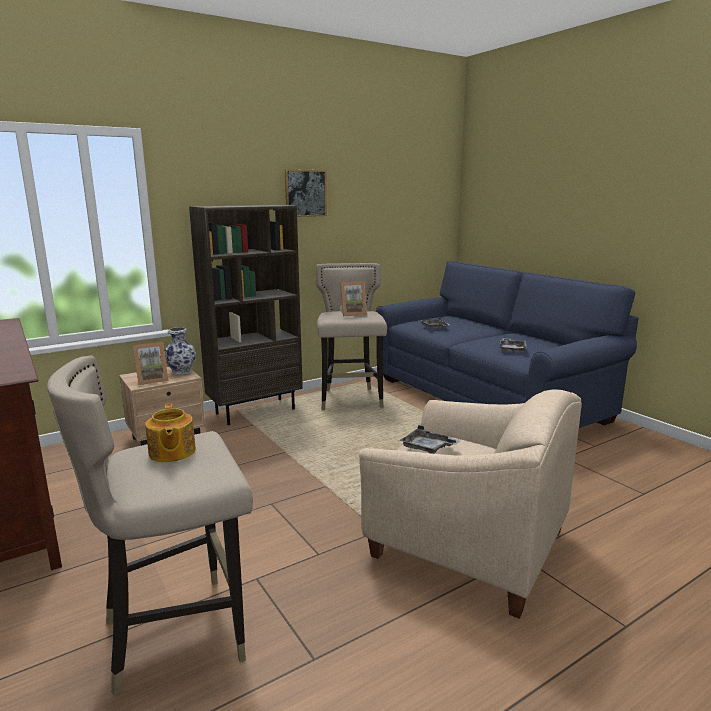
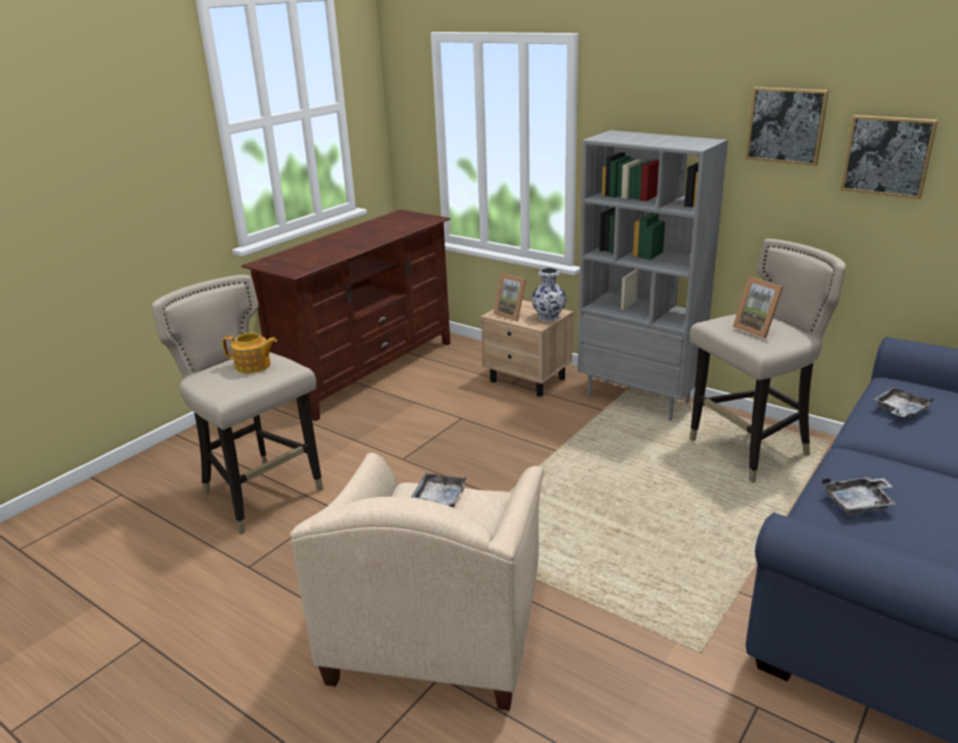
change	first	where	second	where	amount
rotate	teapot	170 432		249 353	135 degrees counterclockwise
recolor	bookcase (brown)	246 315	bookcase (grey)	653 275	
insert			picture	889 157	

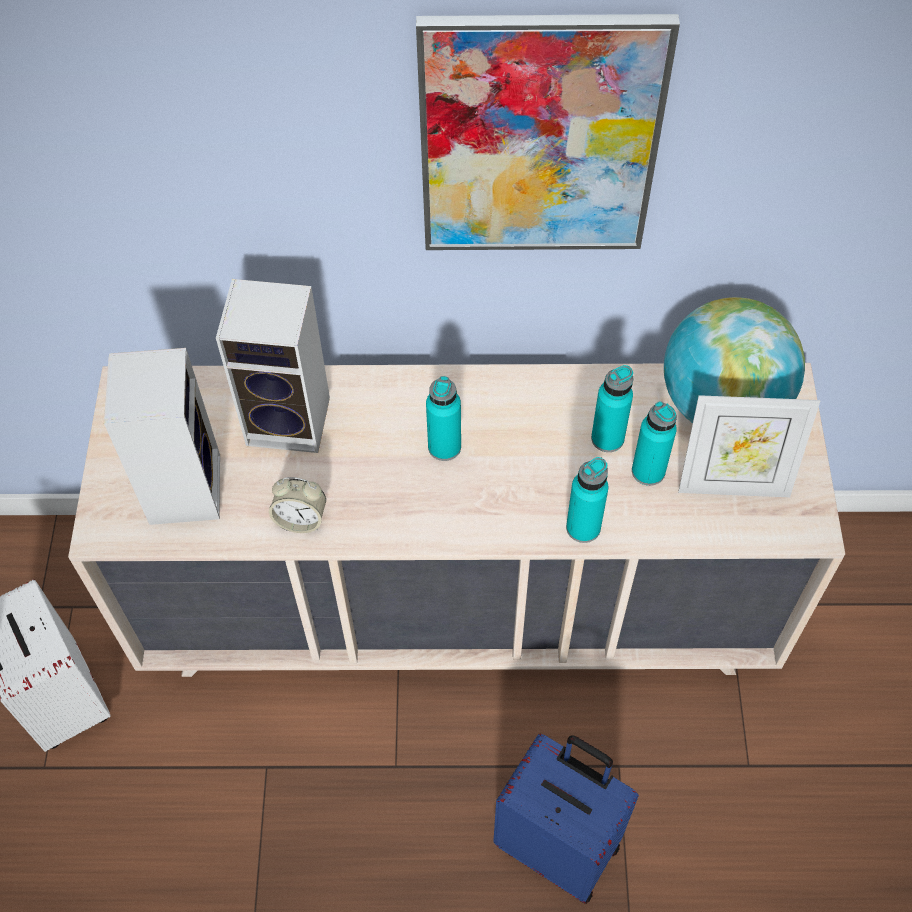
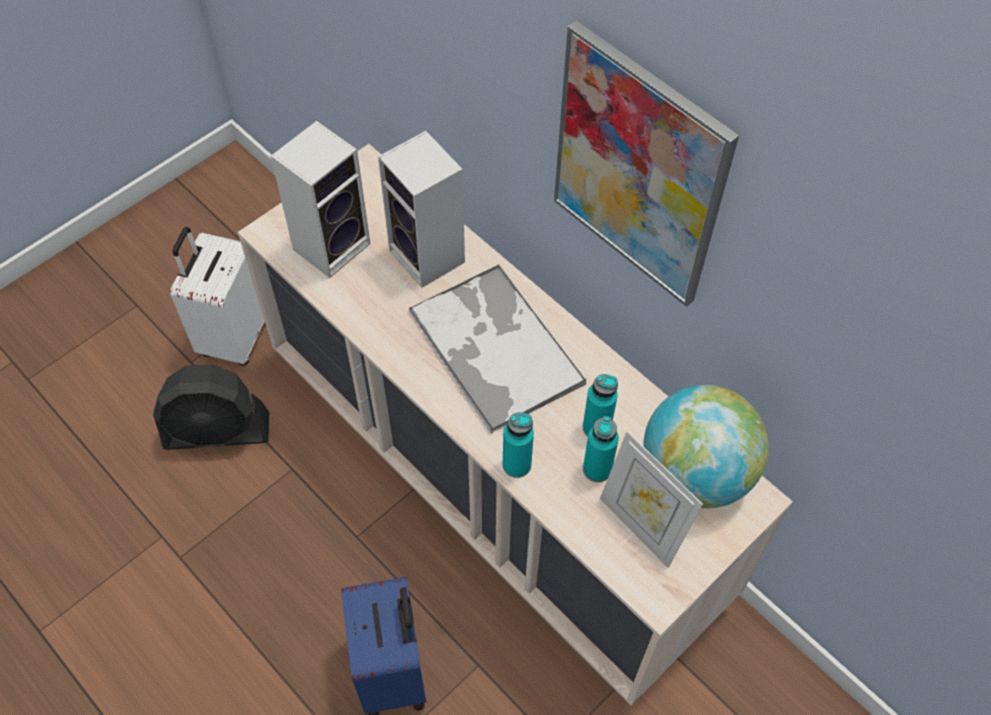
change	first	where	second	where	amount
insert			fan (black)	211 407	
replace	bottle (turquoise)	443 418	tray	497 349	
delete	alarm clock	297 505			

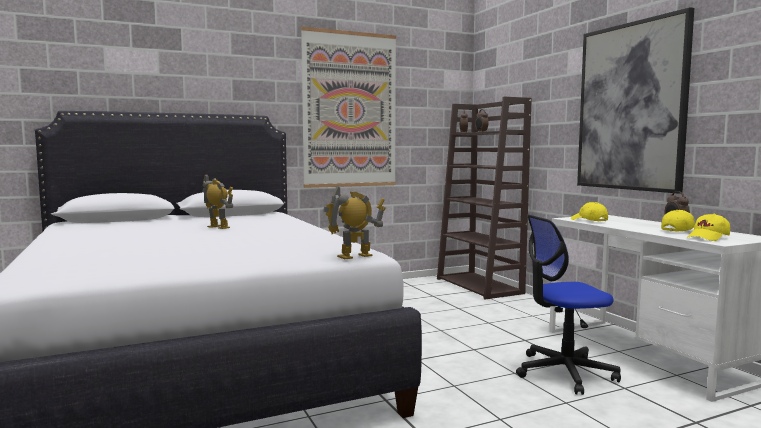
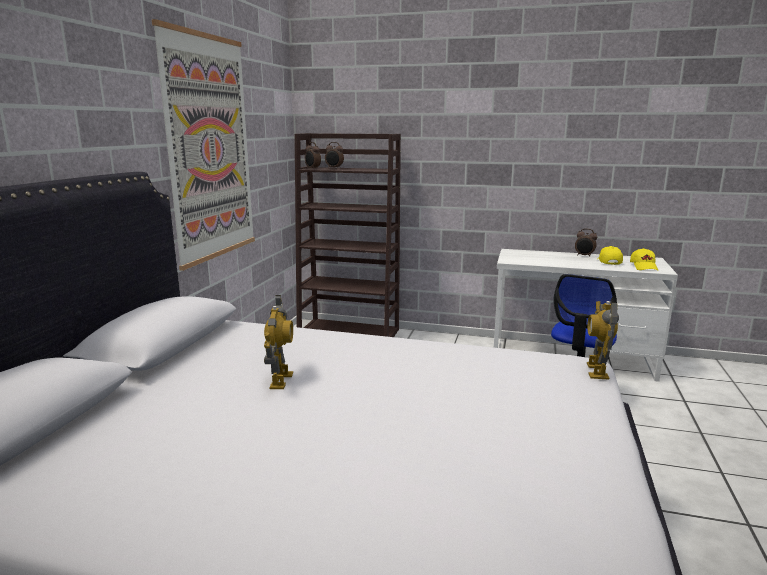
change	first	where	second	where	amount
rotate	toy robot	217 201		278 342	105 degrees clockwise
delete	cap (yellow)	589 211			
delete	picture	635 100			

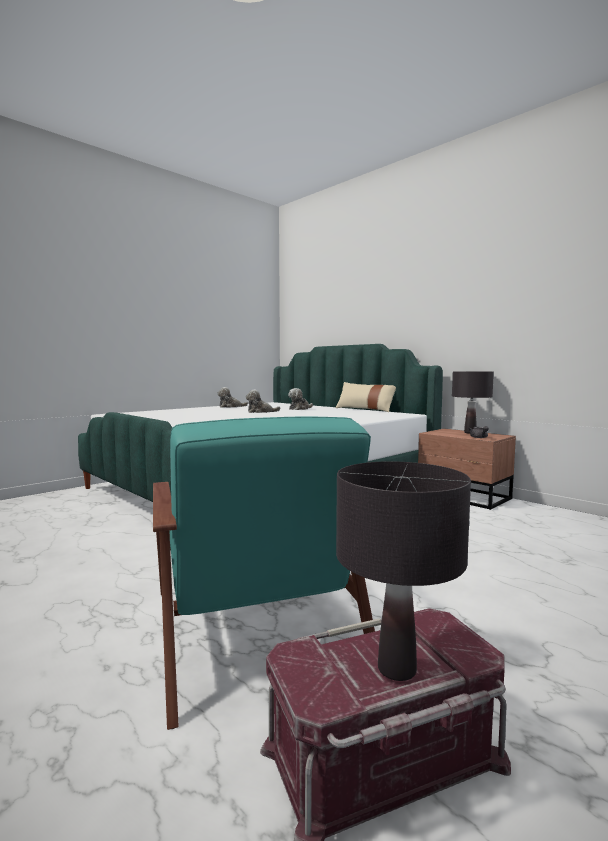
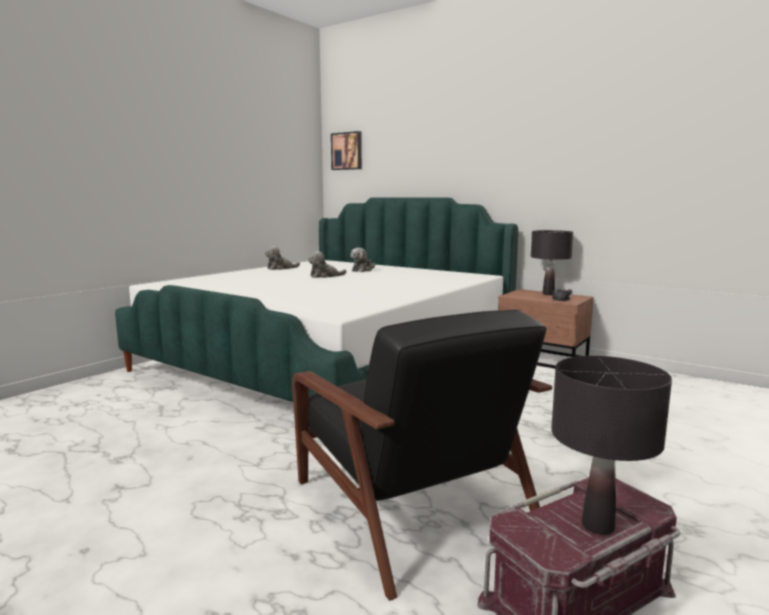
change	first	where	second	where	amount
recolor	armchair (turquoise)	264 573	armchair (black)	422 455	
insert			picture	346 150	
delete	pillow (beige)	366 397			

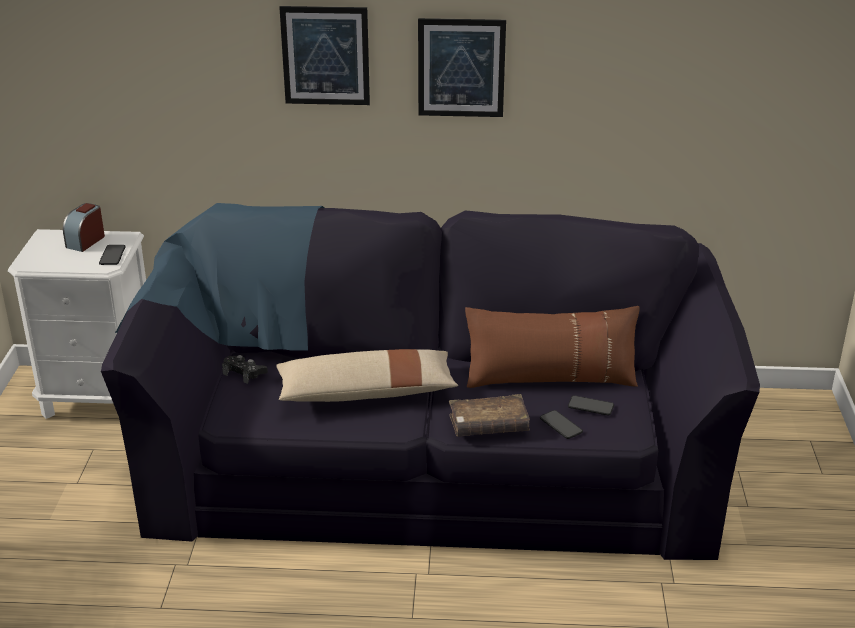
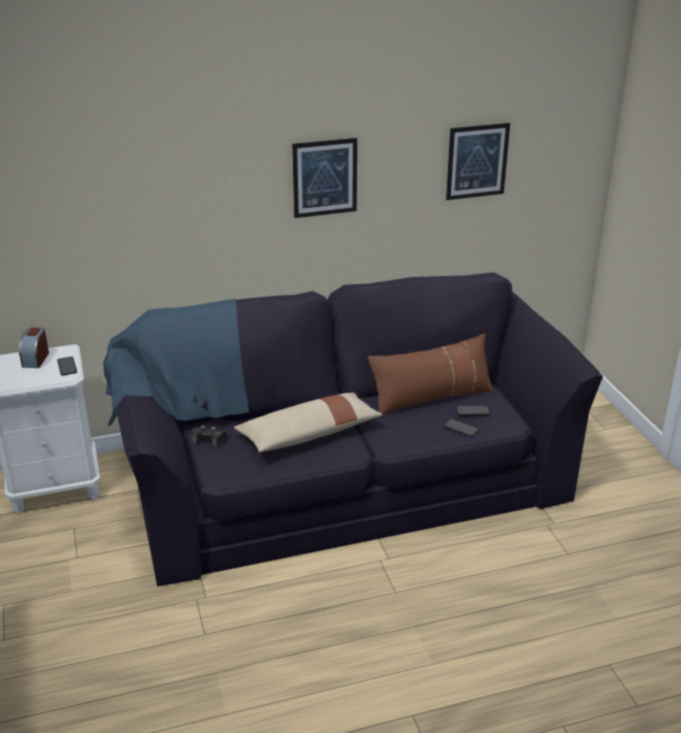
change	first	where	second	where	amount
move	picture	324 55		478 161	
delete	book (brown)	489 415			

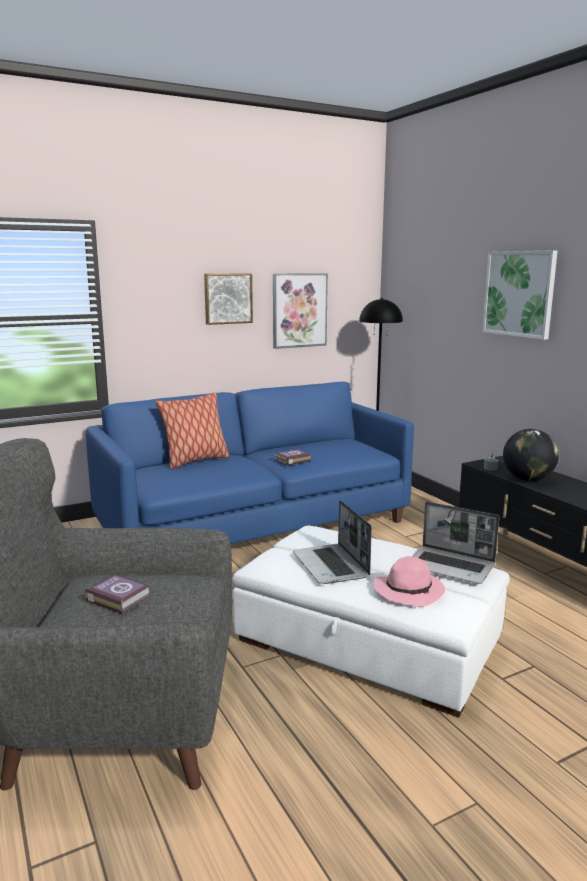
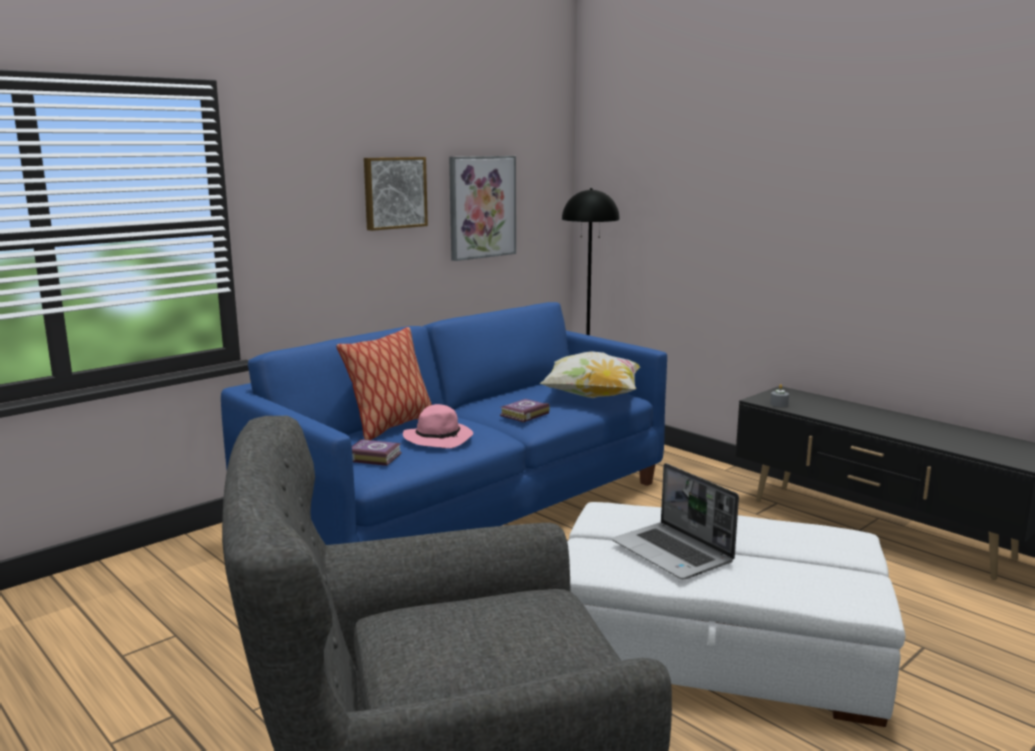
change	first	where	second	where	amount
move	book	118 594		377 452	
move	hat (pink)	409 581		438 426	
insert			pillow	589 374	
delete	laptop	456 543			
delete	picture	520 295			
delete	globe	531 455			

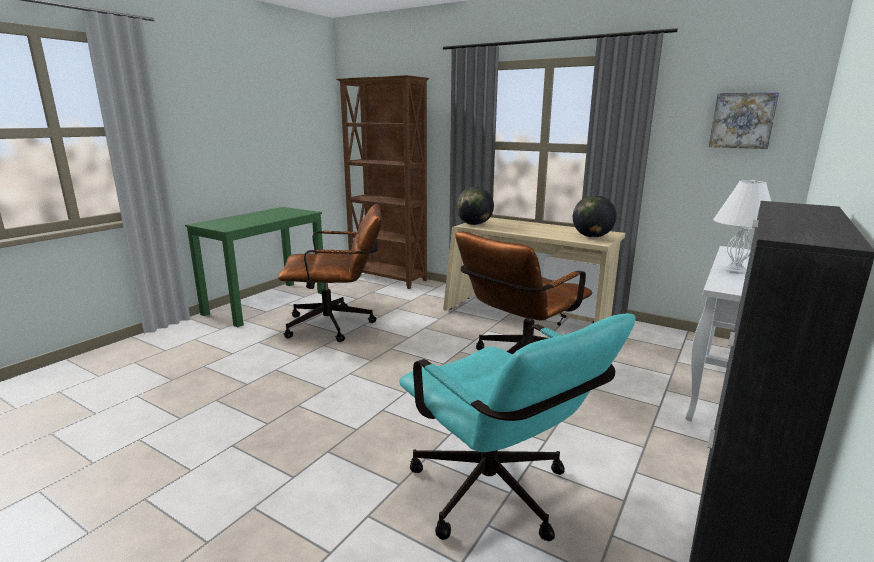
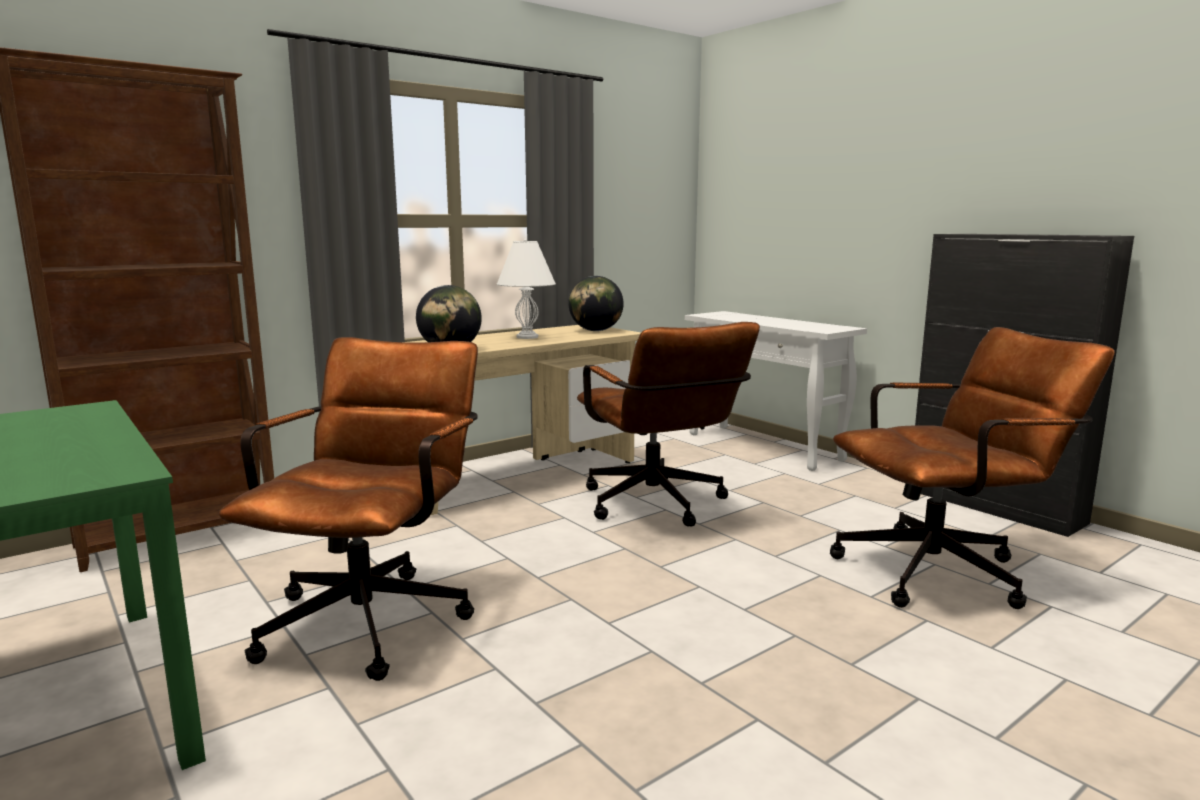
change	first	where	second	where	amount
move	table lamp (white)	742 227		526 289	
recolor	office chair (turquoise)	517 427	office chair (brown)	972 468	
delete	picture	744 120			

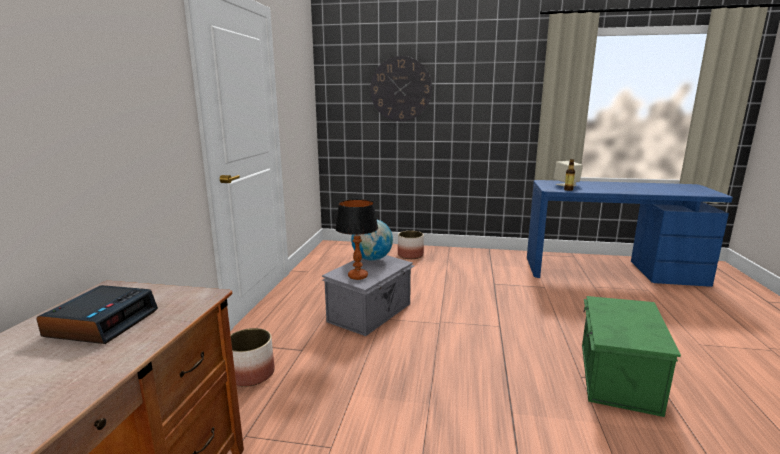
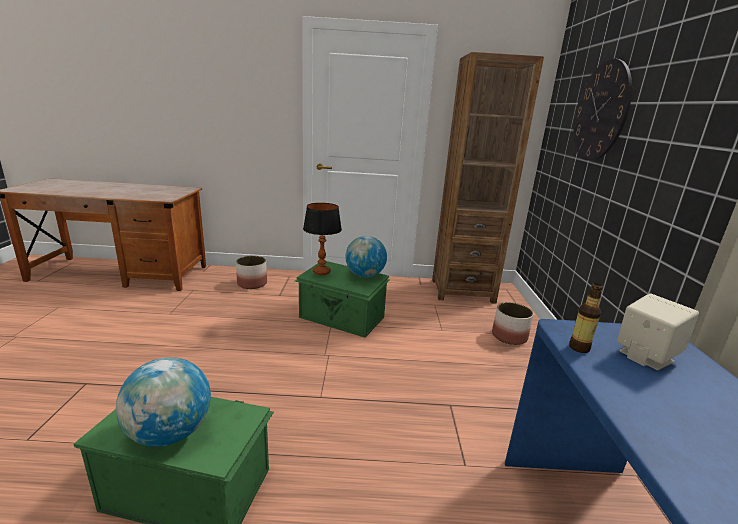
change	first	where	second	where	amount
insert			globe	163 402	
recolor	storage box (grey)	368 295	storage box (green)	342 299	
insert			bookcase (brown)	488 178	
delete	alarm clock	97 314			

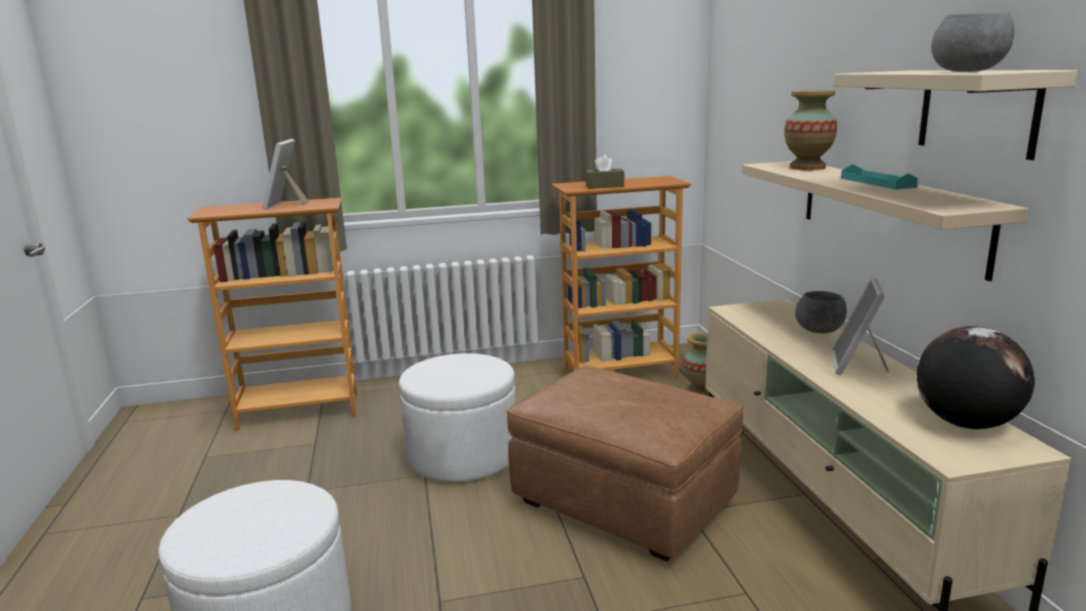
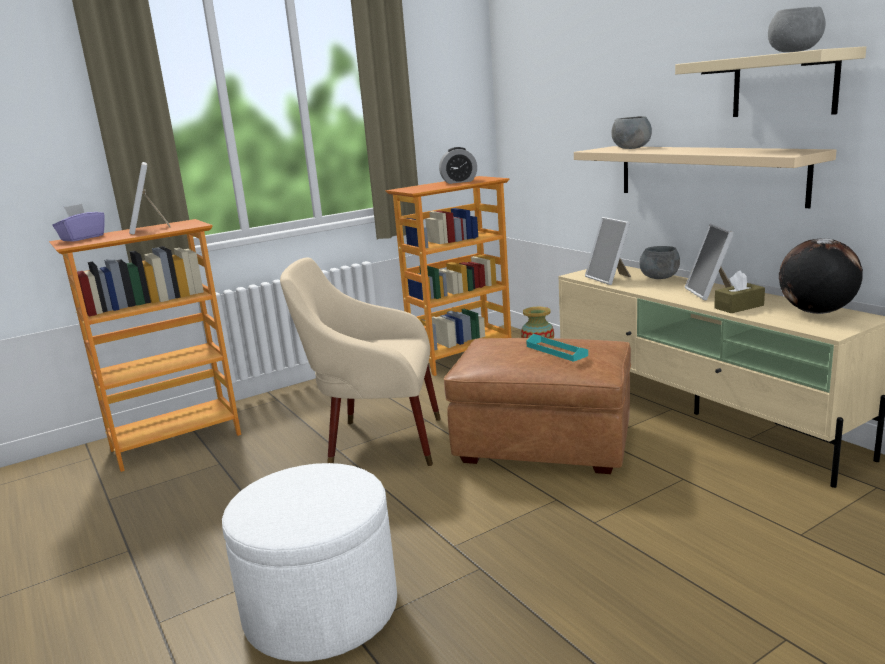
change	first	where	second	where	amount
insert			tissue box (purple)	78 223	
replace	ottoman (white)	457 417	armchair (beige)	360 361	
insert			alarm clock	458 165	
move	tray (turquoise)	880 177		557 348	
insert			picture frame	608 251	
replace	vase	810 130	bowl (grey)	632 132	
move	tissue box (brown)	605 172		739 291	

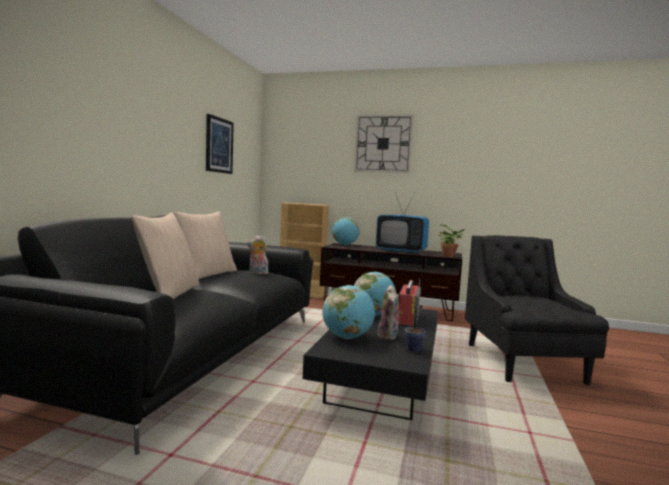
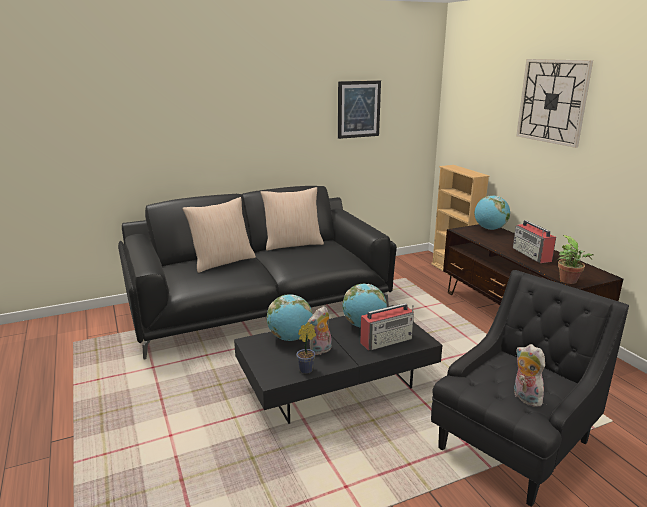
change	first	where	second	where	amount
replace	television	402 222	radio	534 241	
move	plush toy	258 254		529 375	

